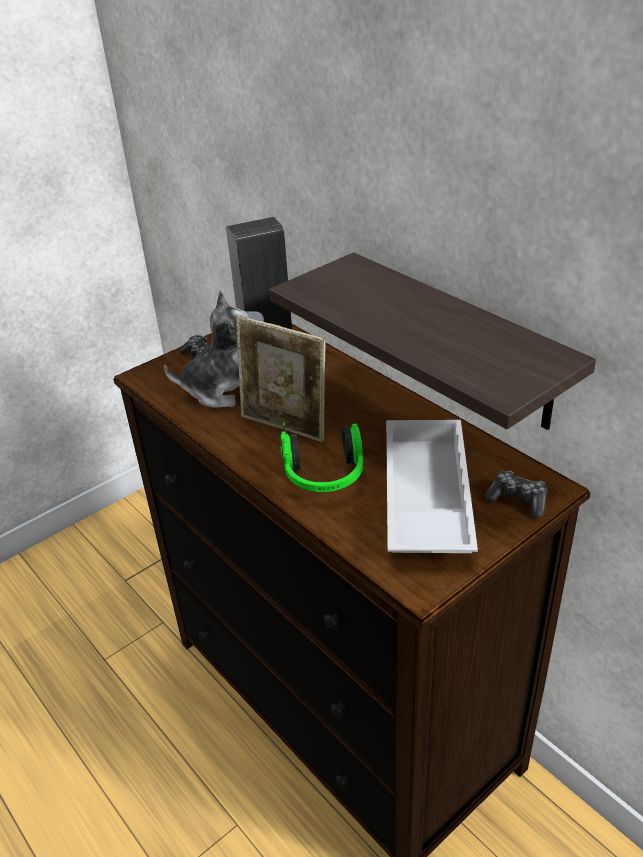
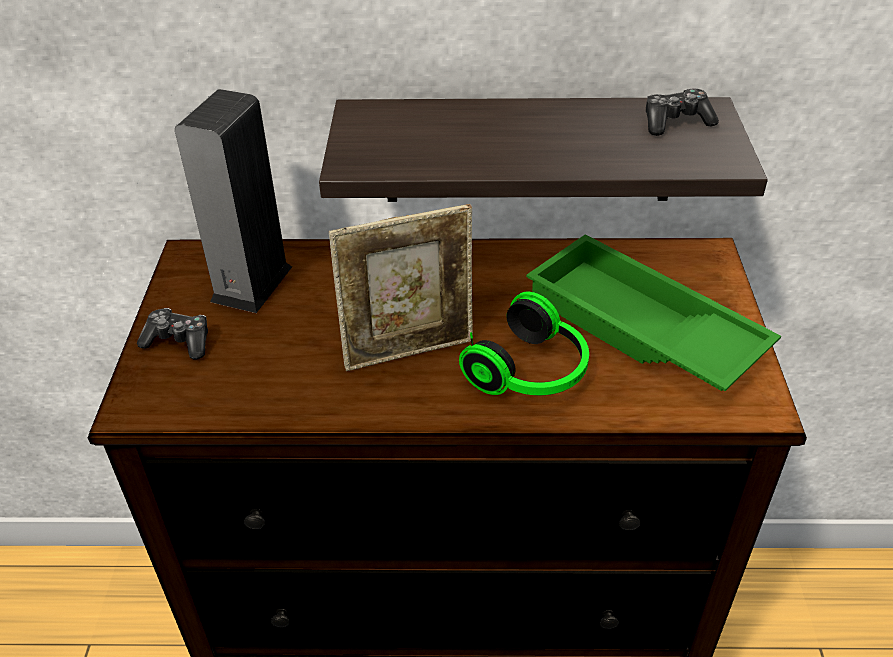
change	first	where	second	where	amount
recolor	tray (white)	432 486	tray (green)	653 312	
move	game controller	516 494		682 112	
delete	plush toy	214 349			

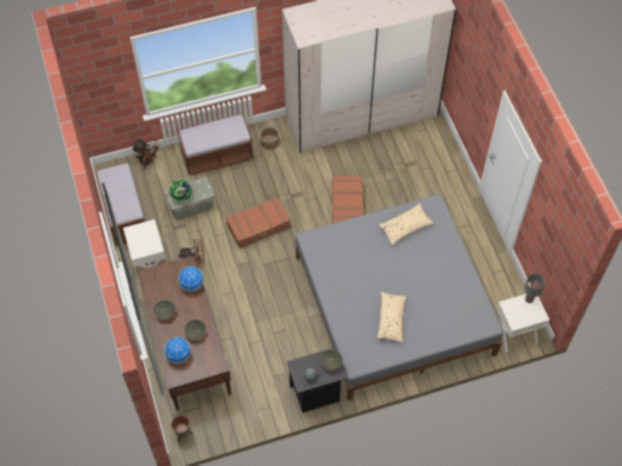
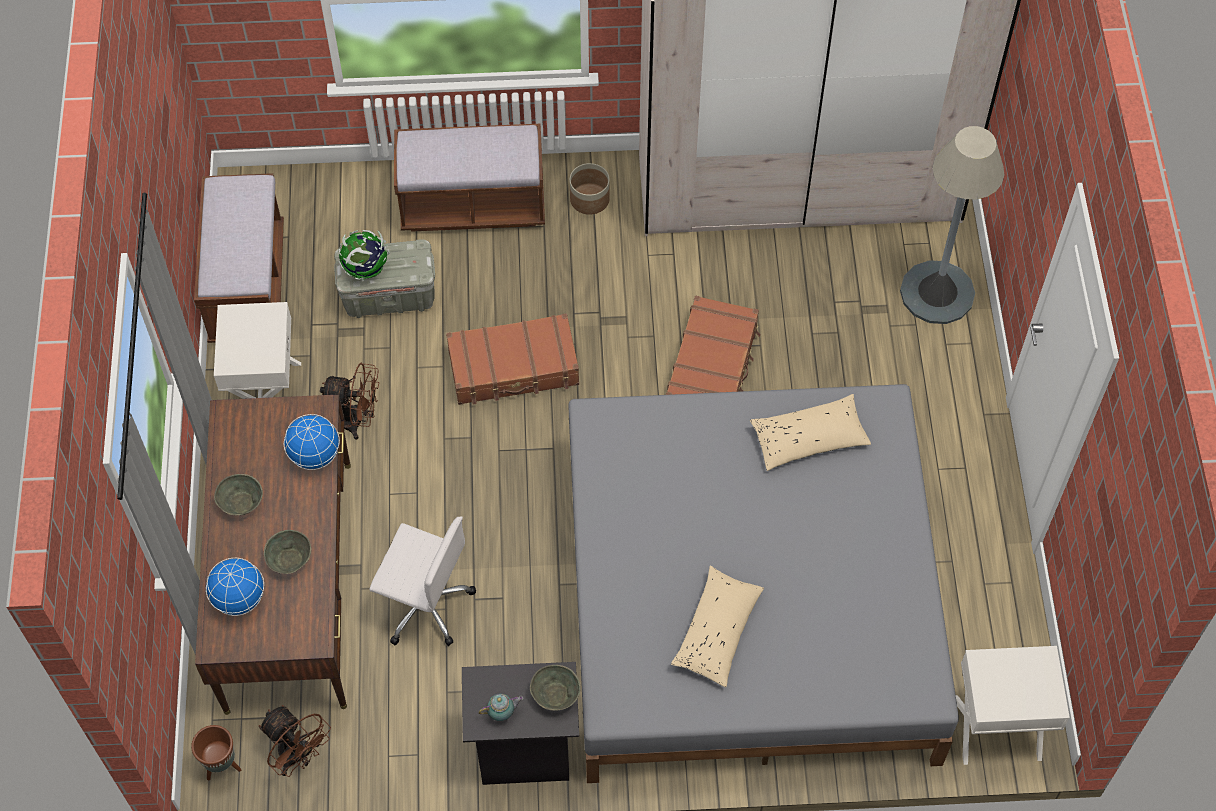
change	first	where	second	where	amount
move	fan (brown)	146 154		295 741	
insert			office chair (white)	422 581	
insert			floor lamp (grey)	952 225	
delete	table lamp (grey)	534 288			

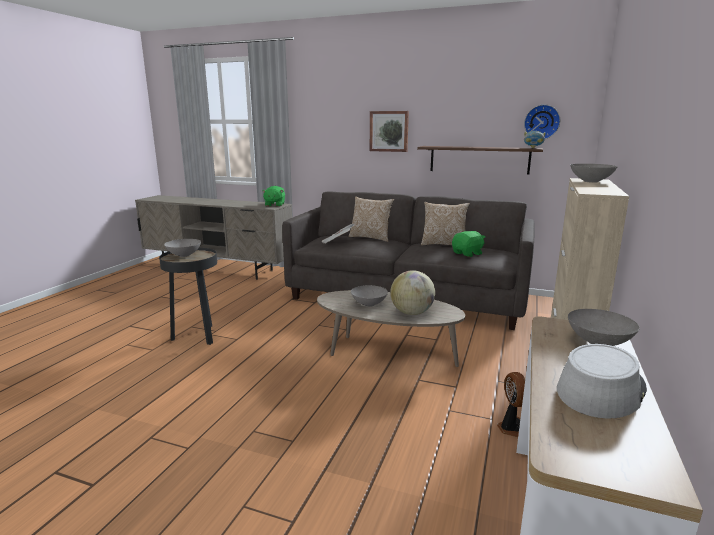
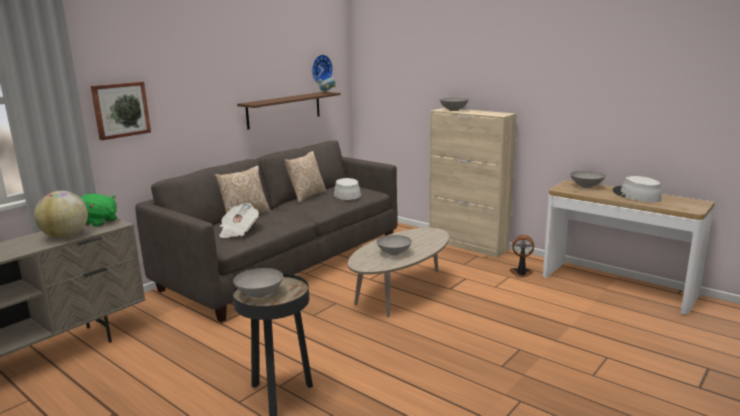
change	first	where	second	where	amount
move	globe	412 292		61 214	
move	picture	389 131		121 110	
replace	plush toy (green)	468 244	hat (grey)	346 189	

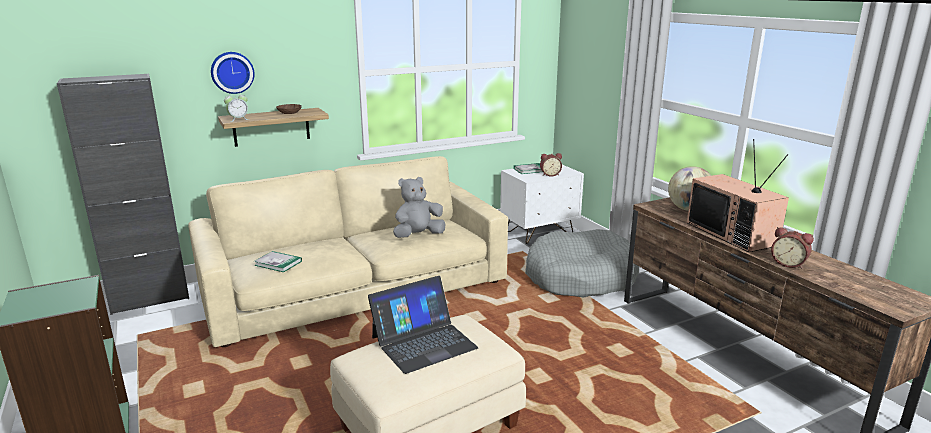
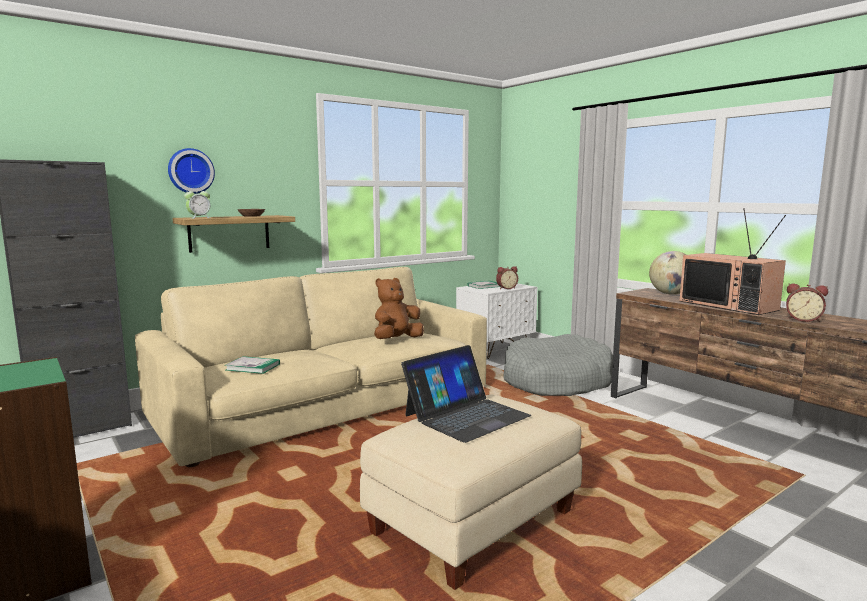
change	first	where	second	where	amount
recolor	plush toy (grey)	419 207	plush toy (brown)	399 308	

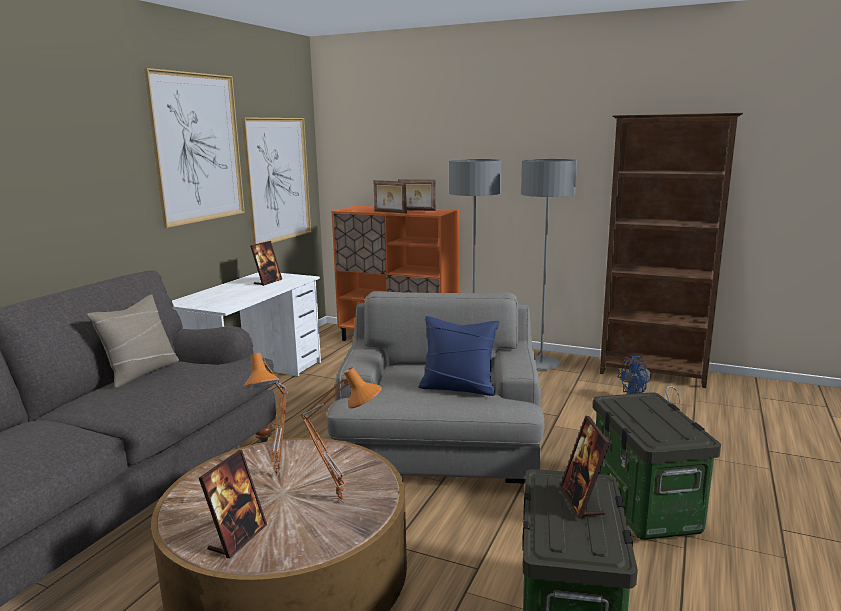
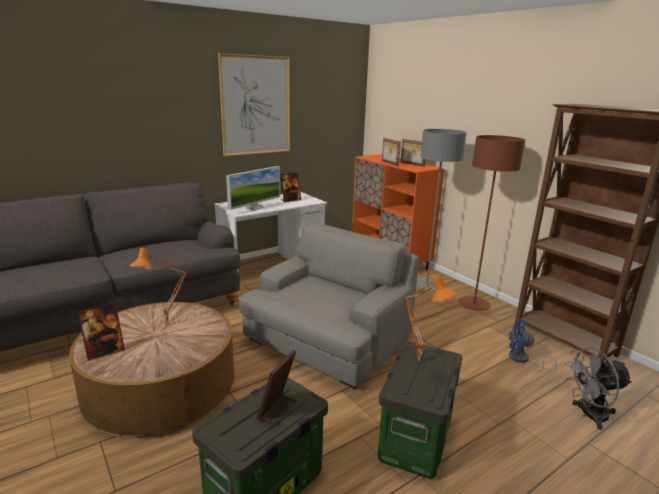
change	first	where	second	where	amount
insert			monitor	253 188	
move	table lamp (orange)	341 434		431 318	
recolor	floor lamp (grey)	549 264	floor lamp (brown)	491 223	
insert			fan (grey)	598 388	
delete	pillow (beige)	133 341			
delete	picture	276 181			
delete	pillow (blue)	458 356			

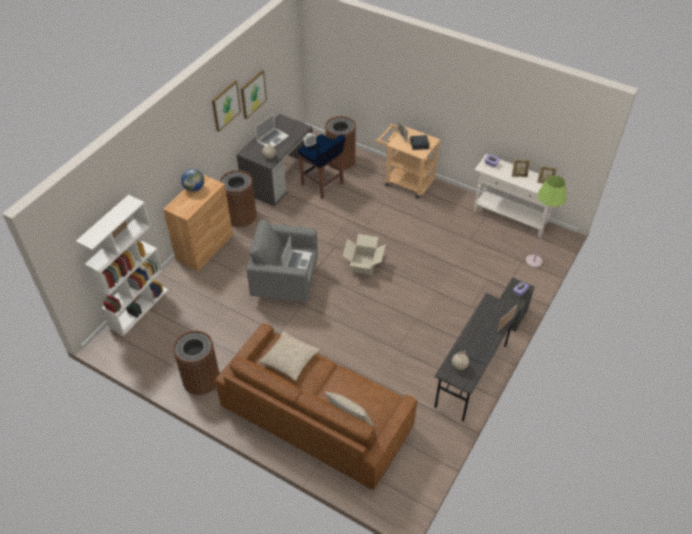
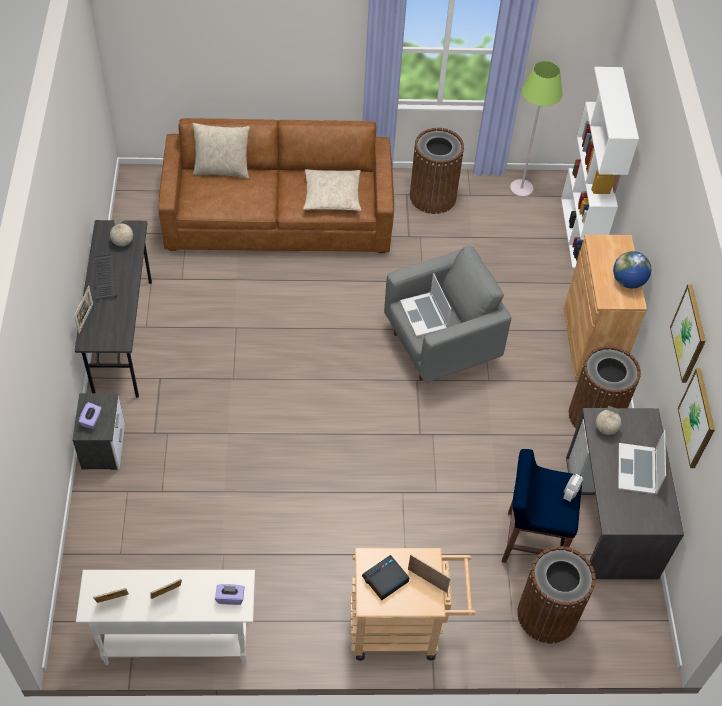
change	first	where	second	where	amount
move	floor lamp (green)	546 221		536 129	
delete	cardboard box	364 254			

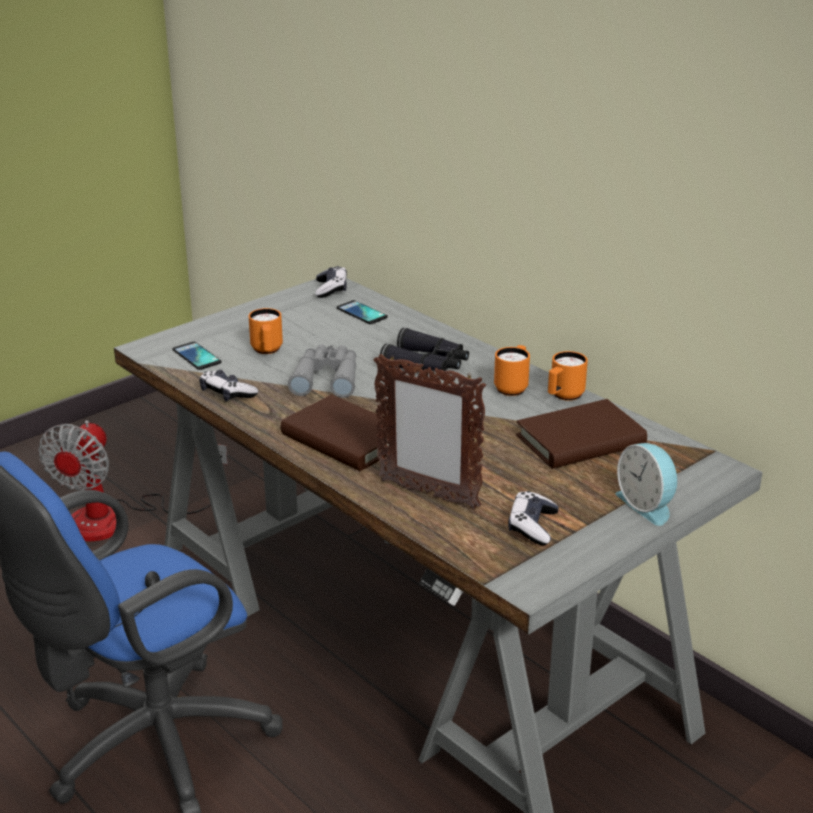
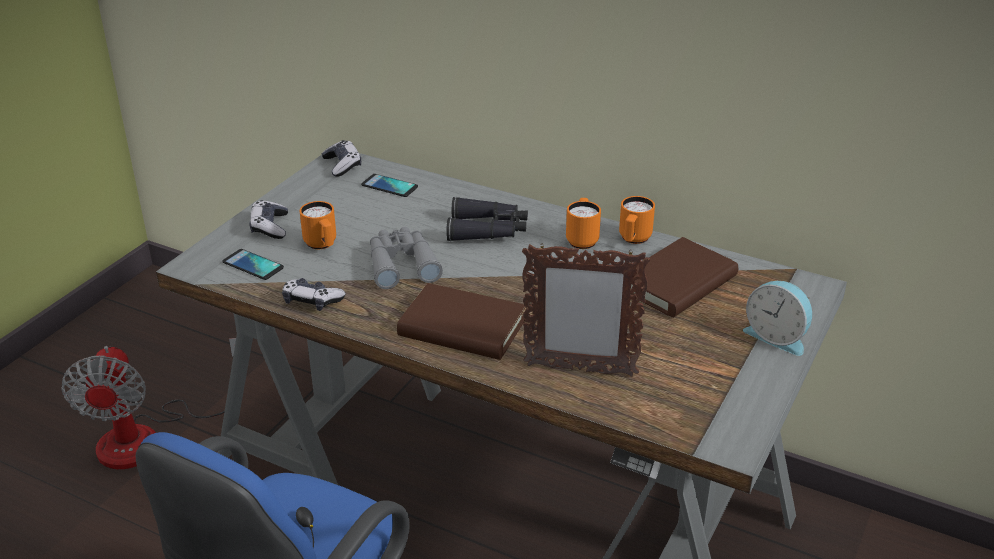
change	first	where	second	where	amount
move	game controller	533 518		268 219	

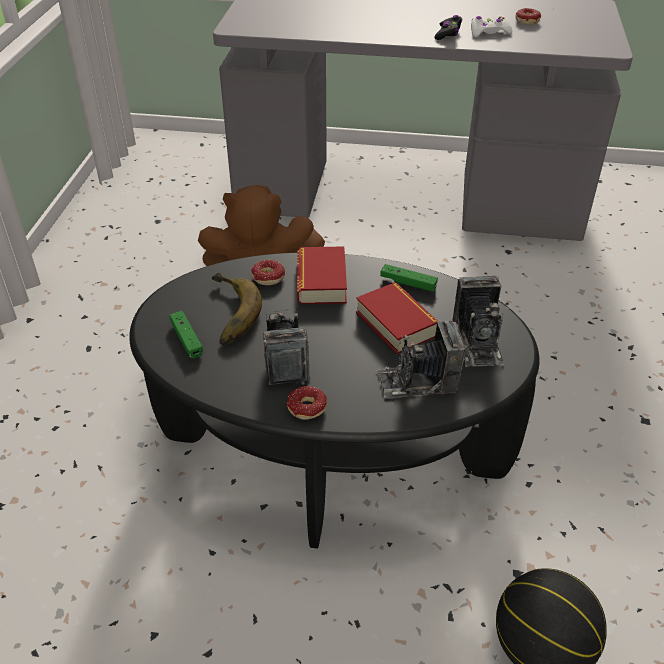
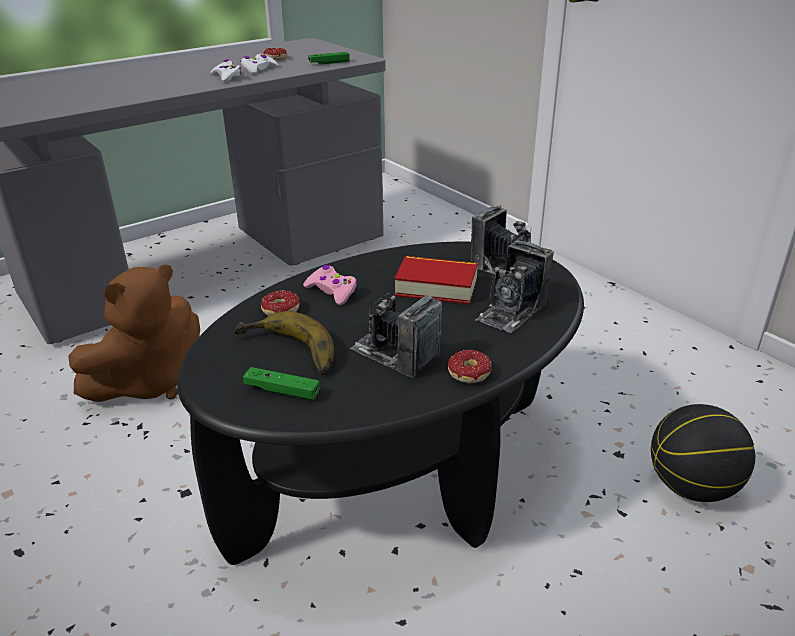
change	first	where	second	where	amount
recolor	game controller (black)	448 27	game controller (white)	225 70	
replace	book	322 275	game controller (pink)	330 285	
move	game controller (green)	409 278		329 58	

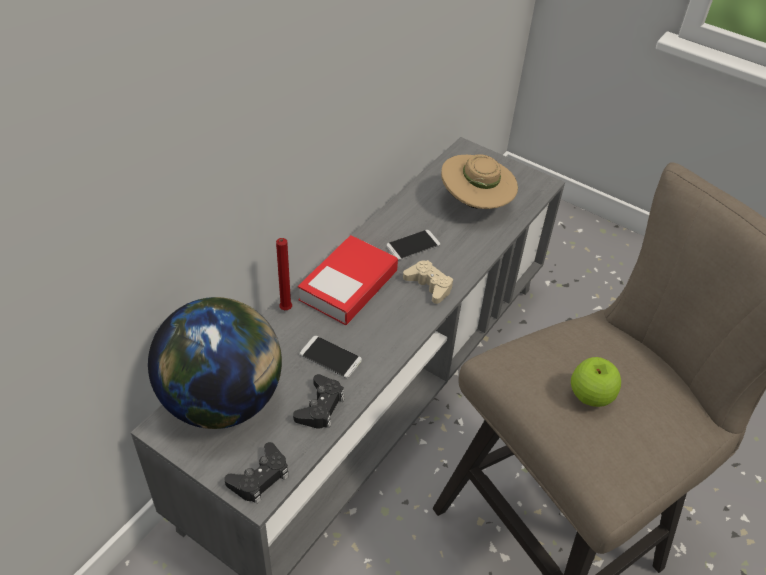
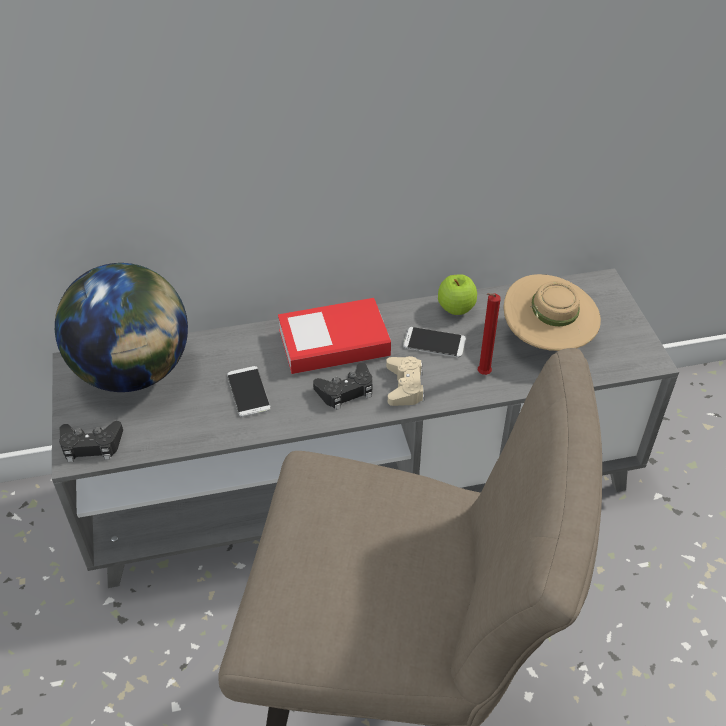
change	first	where	second	where	amount
move	game controller (black)	319 401		342 386	
move	apple	596 382		457 294	
move	candle (red)	284 274		489 334	

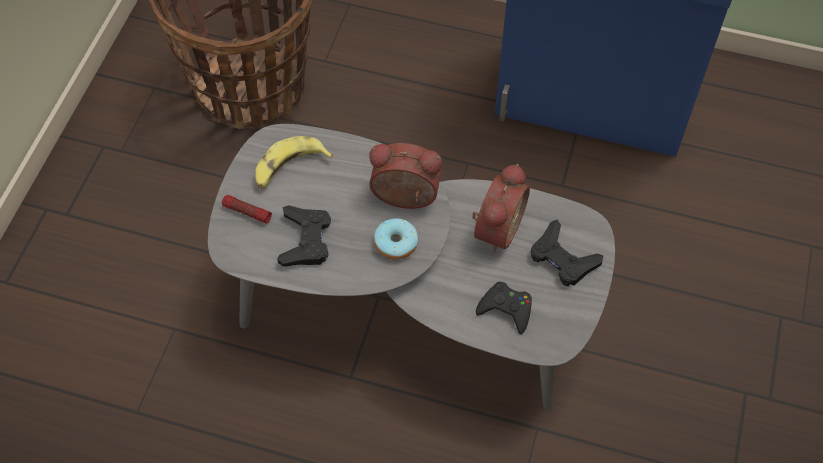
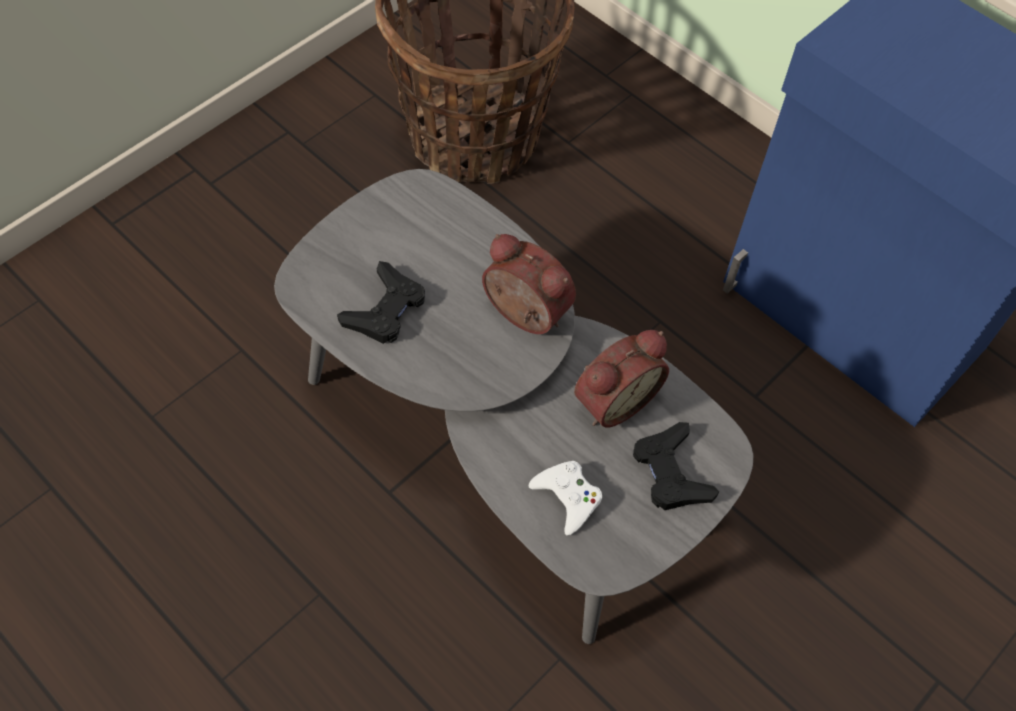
change	first	where	second	where	amount
recolor	game controller (black)	504 308	game controller (white)	565 498	
delete	flashlight	247 209			
delete	banana	294 163			
delete	donut	396 239			

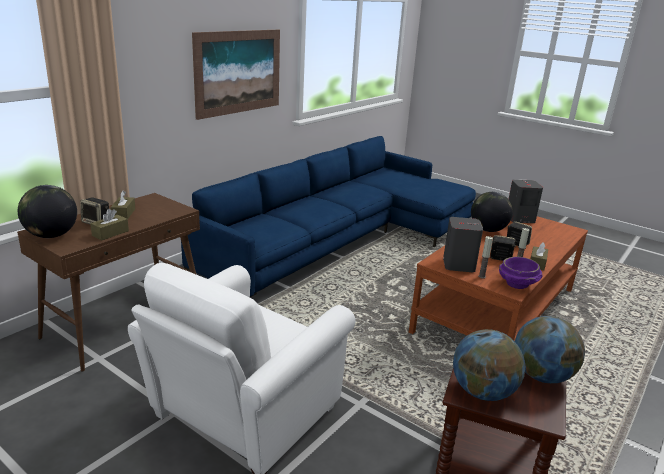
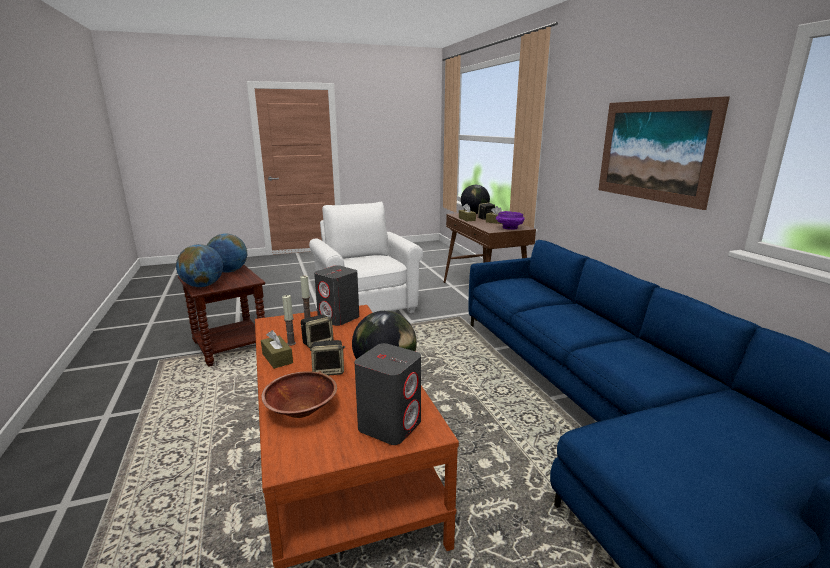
change	first	where	second	where	amount
insert			bowl (brown)	299 394	
move	bowl (purple)	521 273		510 220	

